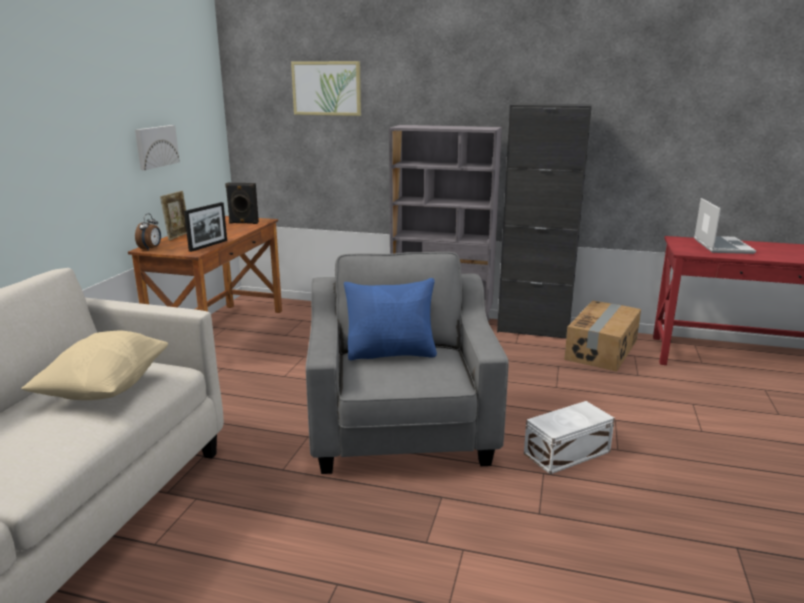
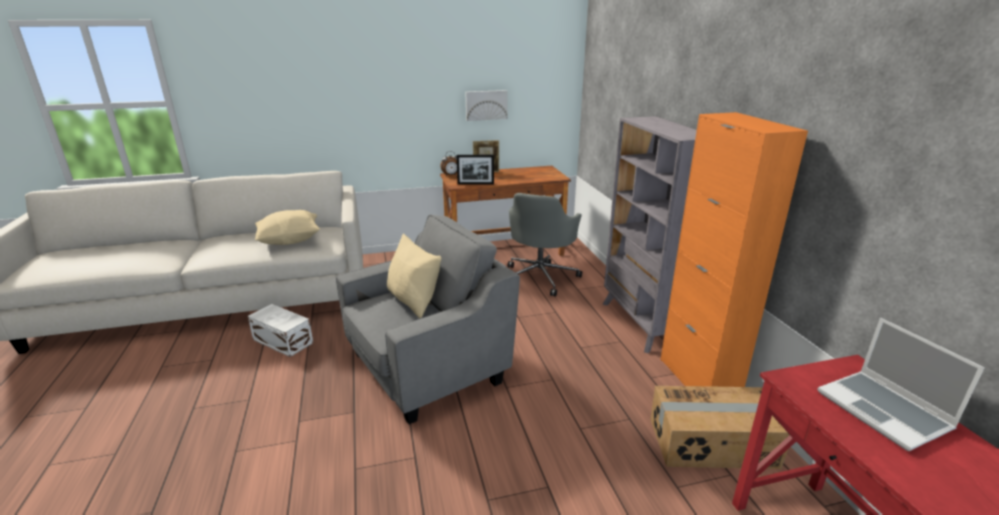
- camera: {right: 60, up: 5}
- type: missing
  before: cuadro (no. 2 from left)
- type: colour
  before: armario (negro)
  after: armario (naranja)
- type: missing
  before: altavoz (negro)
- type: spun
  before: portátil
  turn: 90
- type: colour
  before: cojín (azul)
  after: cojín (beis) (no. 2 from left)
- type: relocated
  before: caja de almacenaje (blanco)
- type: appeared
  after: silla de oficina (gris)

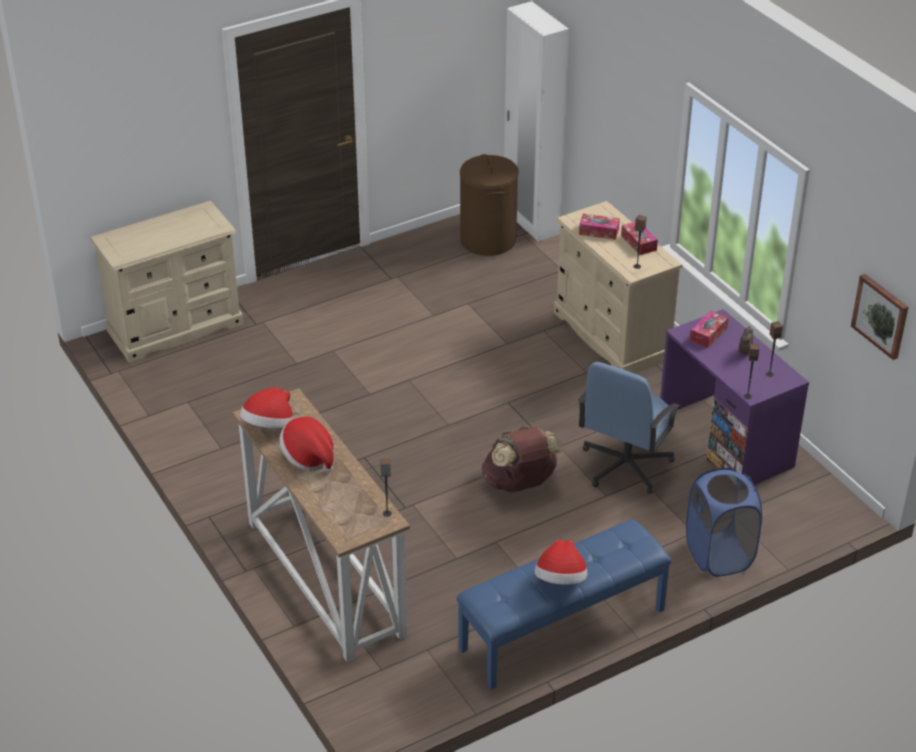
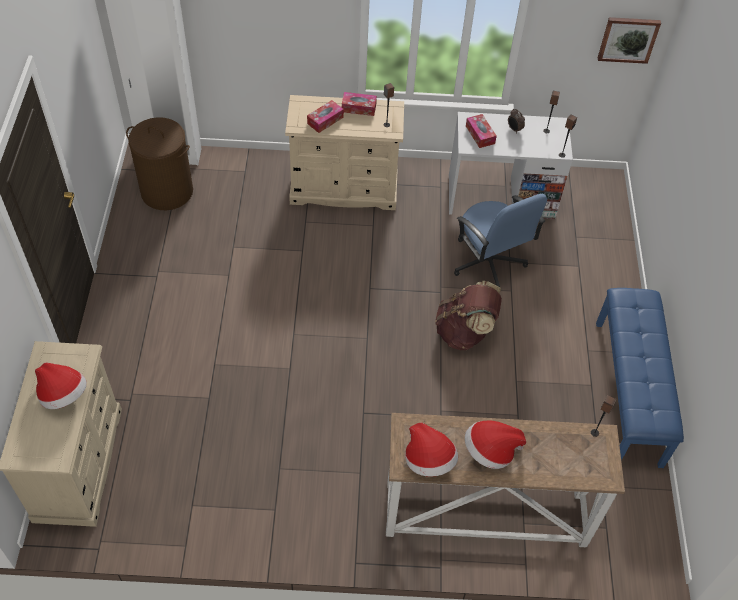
- camera: {right: -60, up: 15}
- type: colour
  before: escritorio (morado)
  after: escritorio (blanco)
- type: missing
  before: cesto de la ropa (azul)
- type: relocated
  before: sombrero (no. 3 from left in the first image)
  after: sombrero (no. 1 from left)

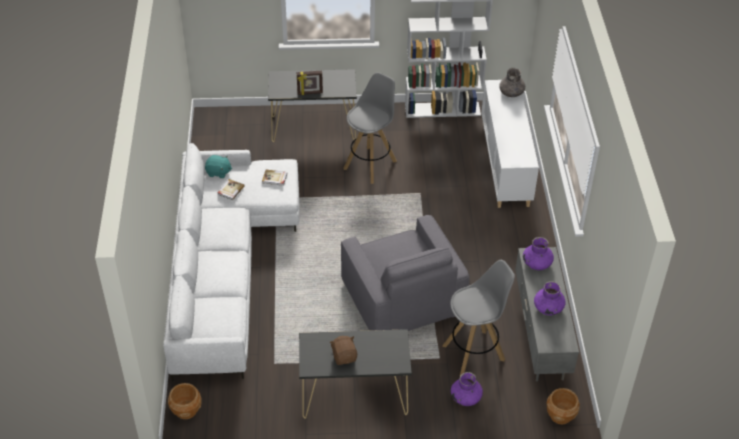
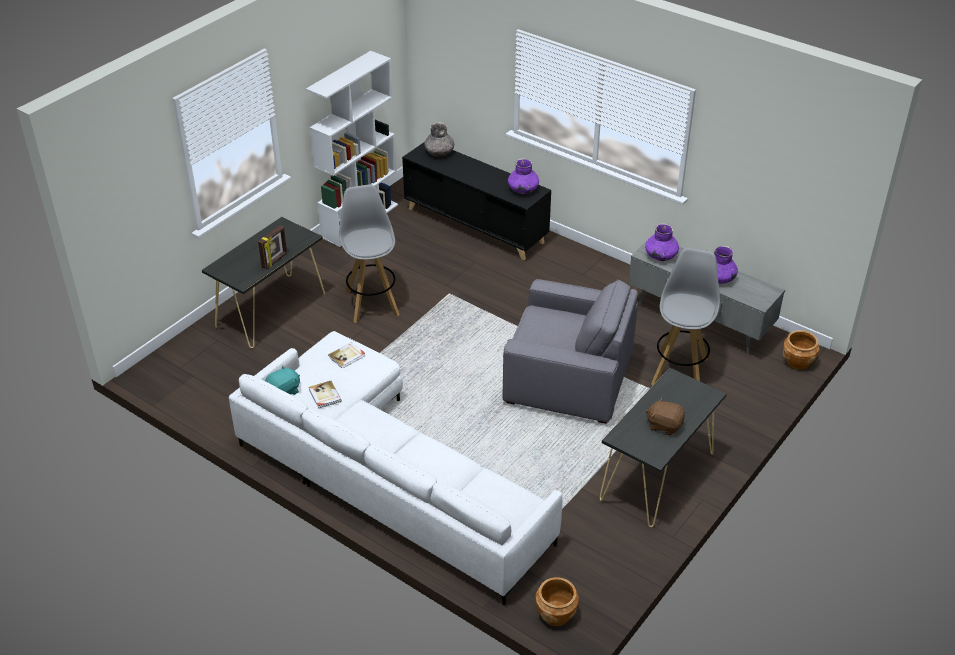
- camera: {right: -50, up: -5}
- type: colour
  before: armario (blanco)
  after: armario (negro)
- type: relocated
  before: florero (morado) (no. 1 from left)

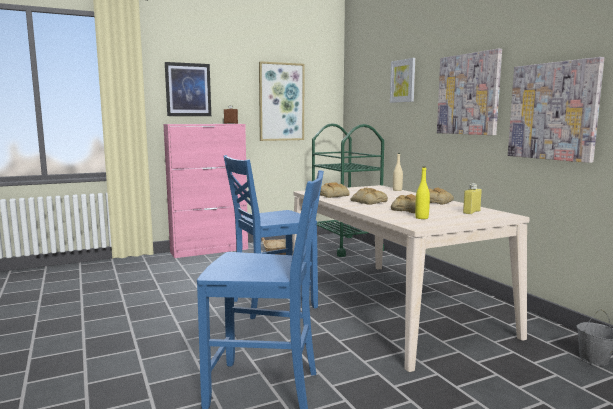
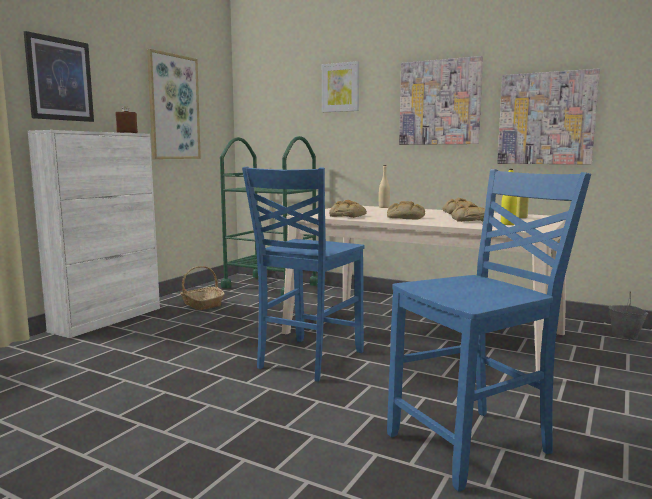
- camera: {right: -35, up: 0}
- type: colour
  before: armario (rosa)
  after: armario (blanco)

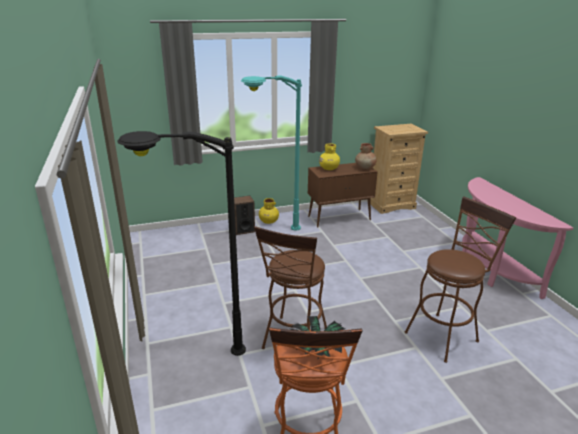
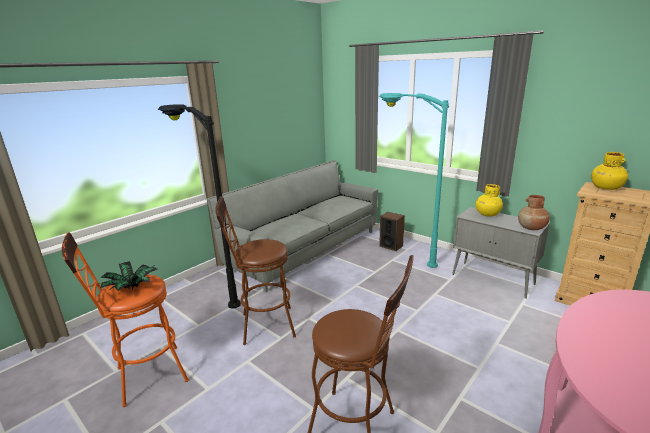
- camera: {right: 60, up: -5}
- type: colour
  before: armario (marrón)
  after: armario (gris)
- type: relocated
  before: florero (amarillo) (no. 1 from left in the first image)
  after: florero (amarillo) (no. 2 from left)
- type: appeared
  after: sofá (gris)

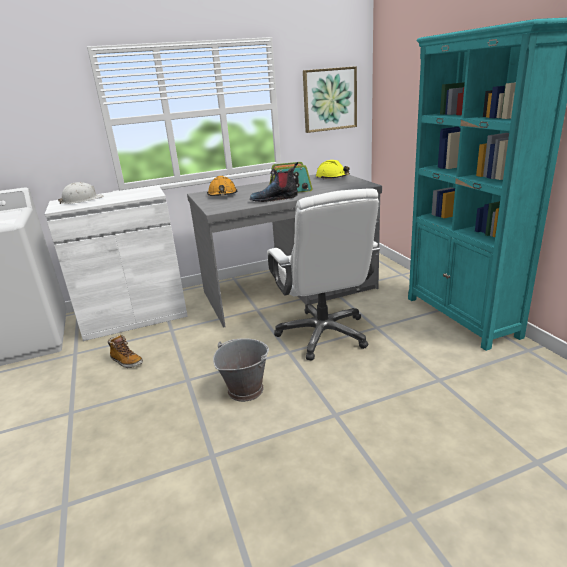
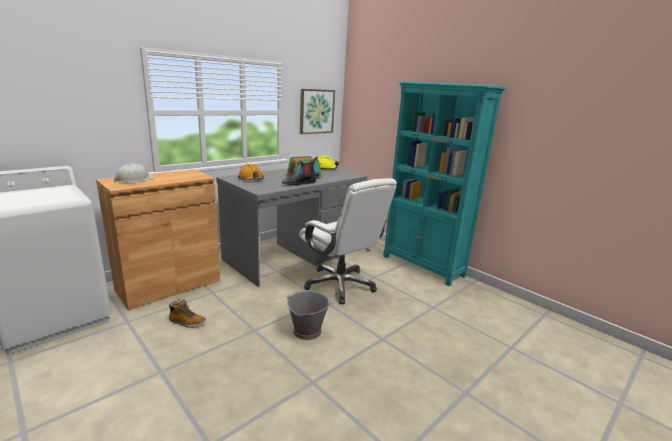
- camera: {right: -25, up: -5}
- type: colour
  before: armario (blanco)
  after: armario (marrón)

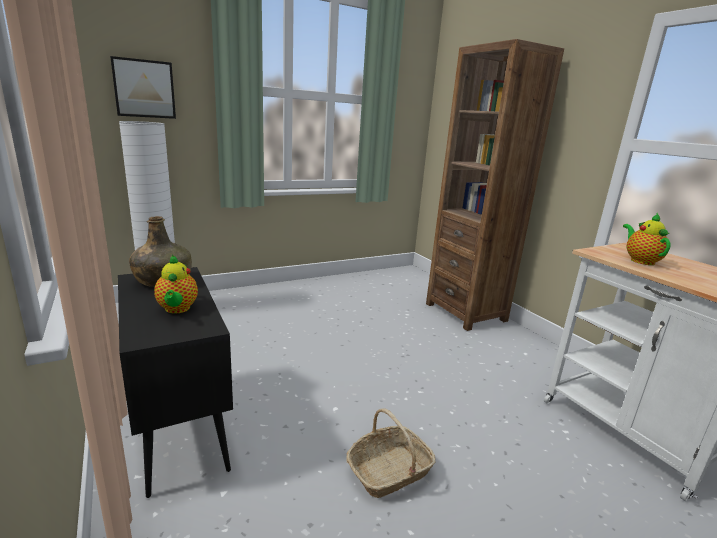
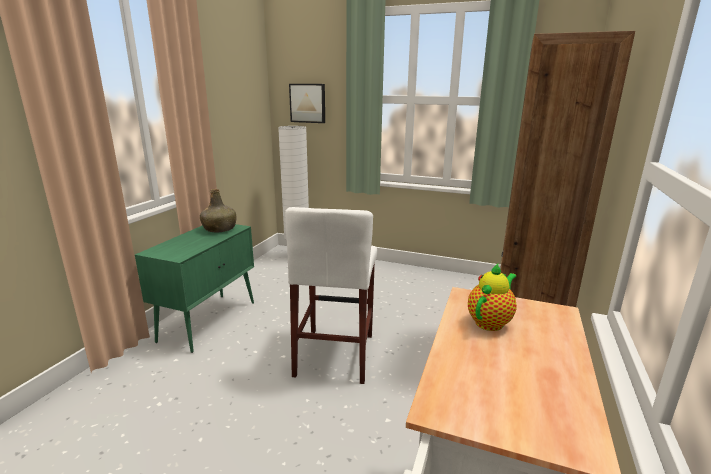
- camera: {right: 50, up: 0}
- type: missing
  before: tetera (no. 1 from left)
- type: colour
  before: armario (negro)
  after: armario (verde)
- type: missing
  before: cesta
- type: appeared
  after: taburete (blanco)

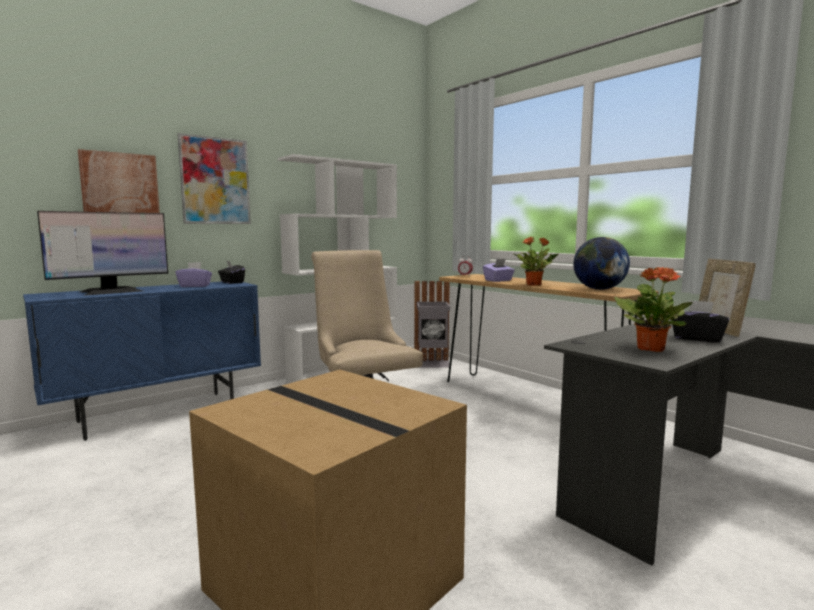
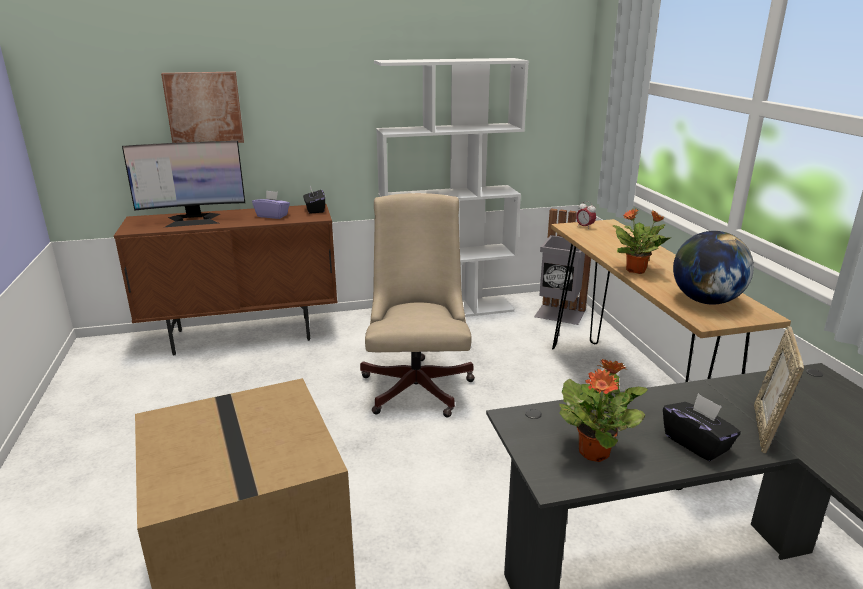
- camera: {right: 25, up: 15}
- type: missing
  before: cuadro (no. 2 from left)
- type: missing
  before: caja de pañuelos (morado) (no. 2 from left)
- type: colour
  before: armario (azul)
  after: armario (marrón)

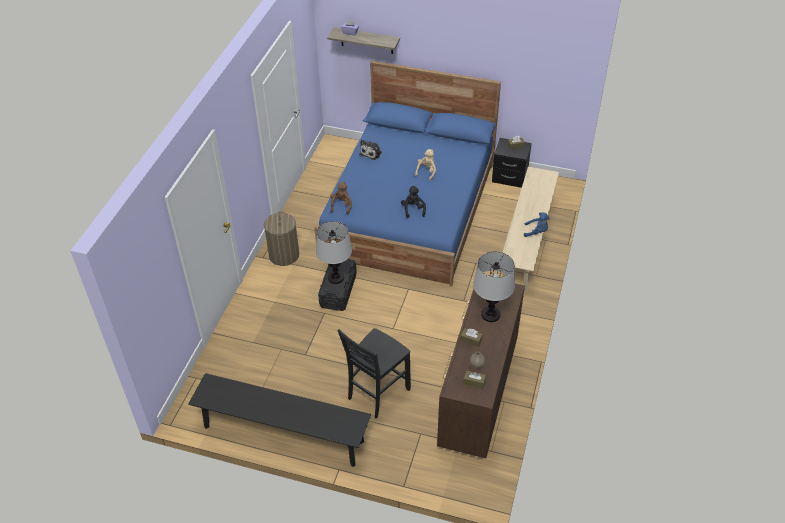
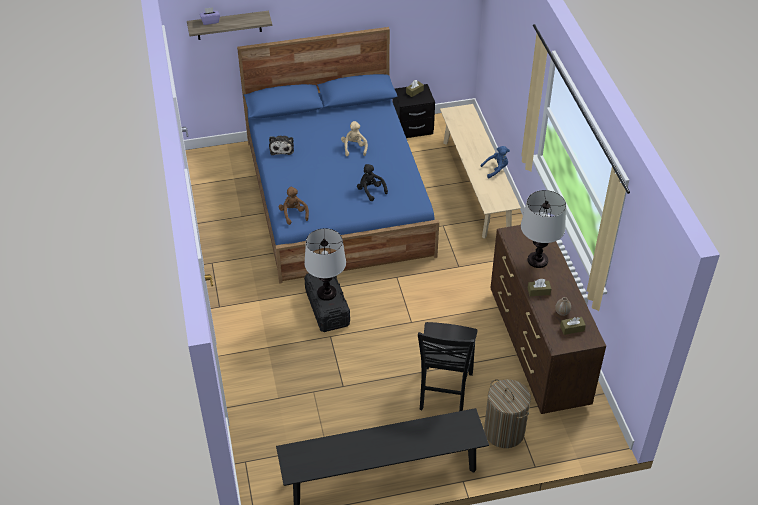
- camera: {right: -30, up: 0}
- type: relocated
  before: cesto de la ropa

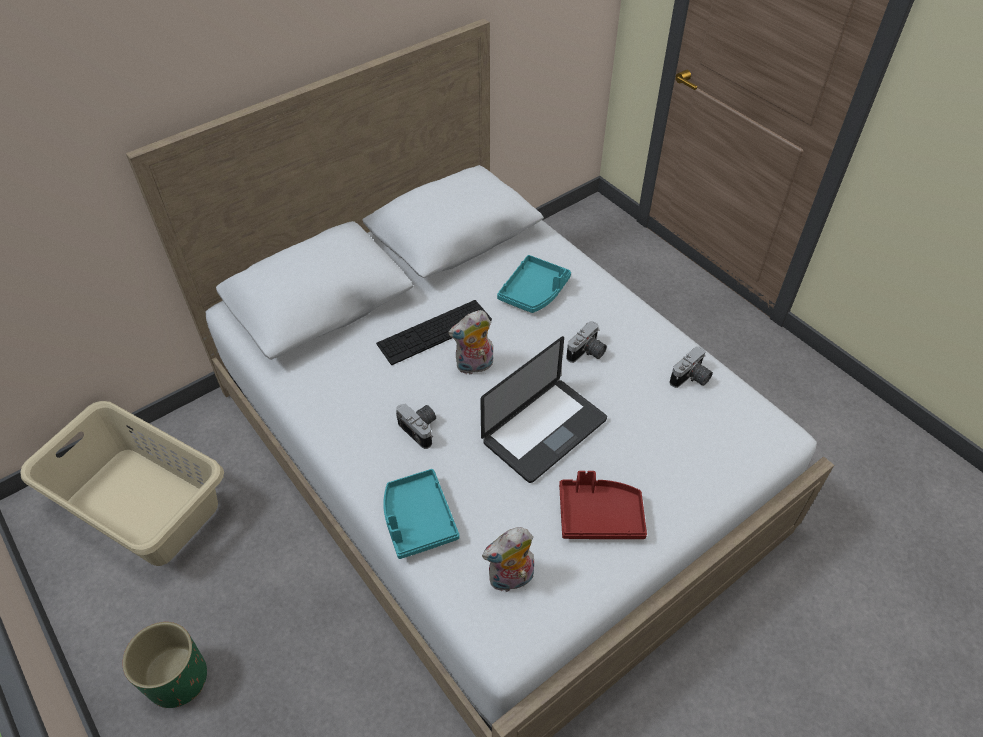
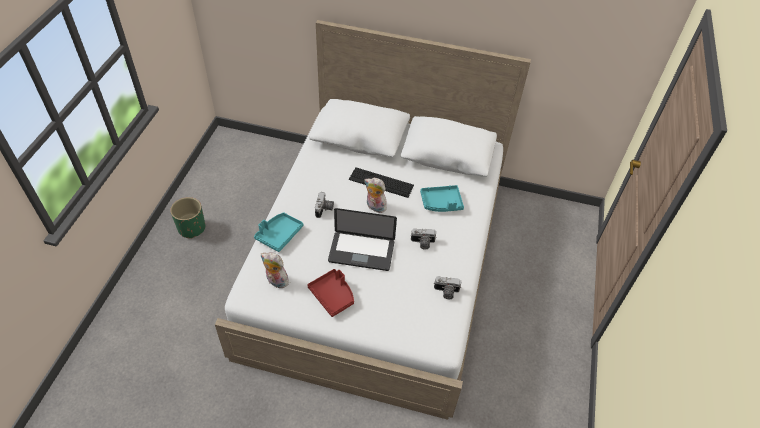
- camera: {right: 50, up: 0}
- type: missing
  before: cesto de la ropa (beis)

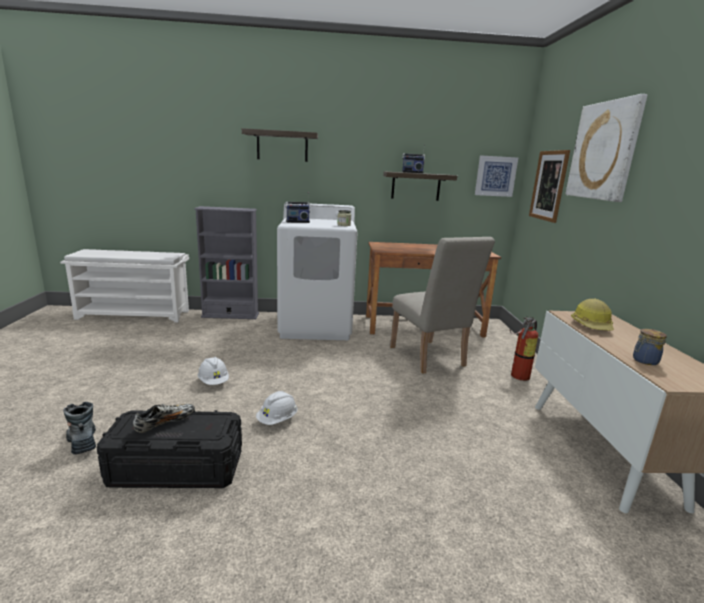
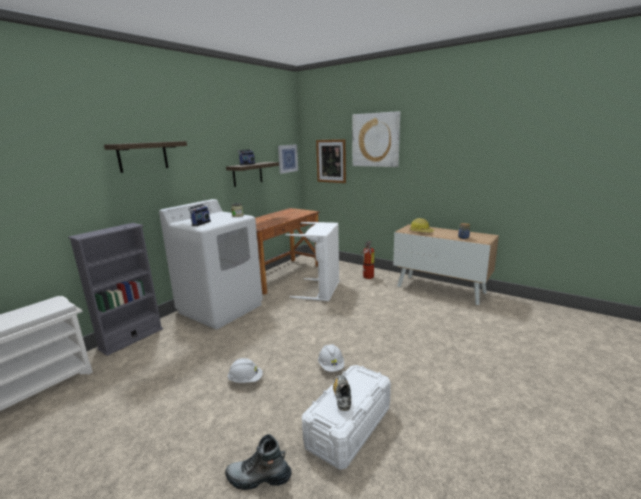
- camera: {right: -50, up: 0}
- type: exchanged
  before: silla (beis)
  after: cesto de la ropa (blanco)
- type: colour
  before: caja de almacenaje (negro)
  after: caja de almacenaje (blanco)

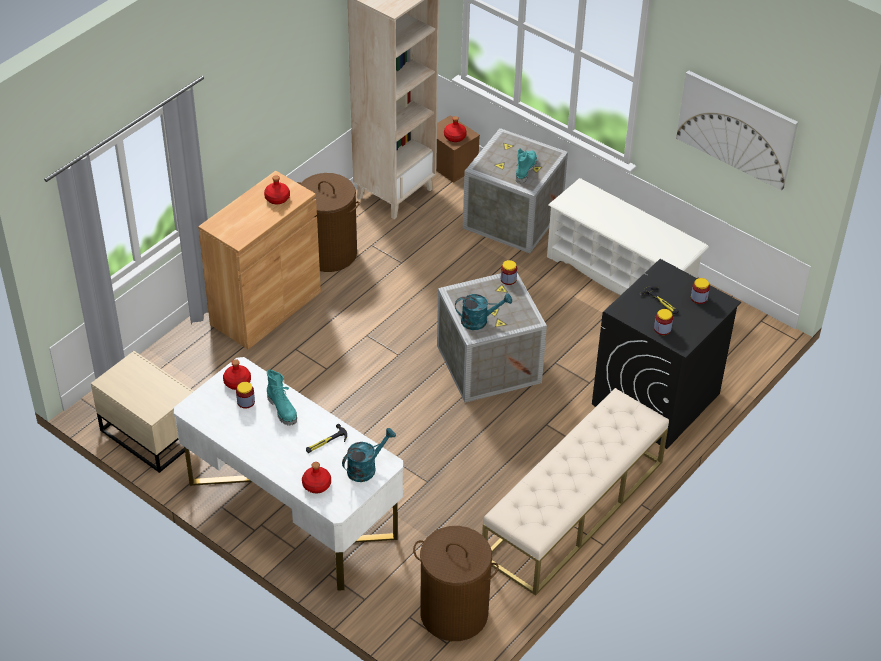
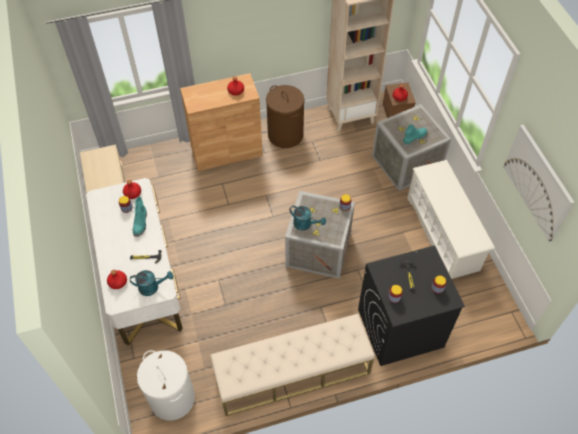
- camera: {right: 35, up: 10}
- type: colour
  before: cesto de la ropa (marrón) (no. 2 from left)
  after: cesto de la ropa (blanco)

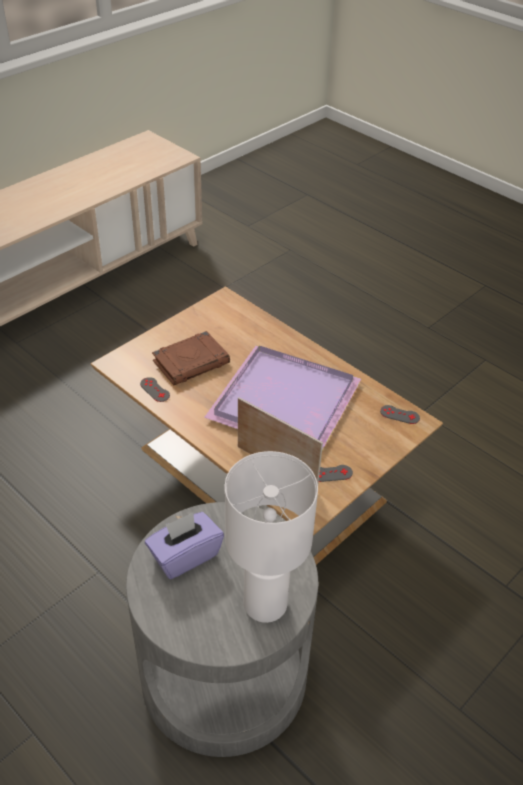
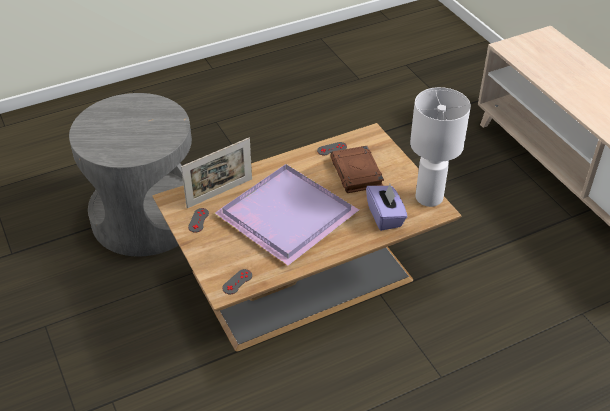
- camera: {right: 110, up: 0}
- type: relocated
  before: lámpara de mesa (blanco)
- type: relocated
  before: caja de pañuelos (morado)

